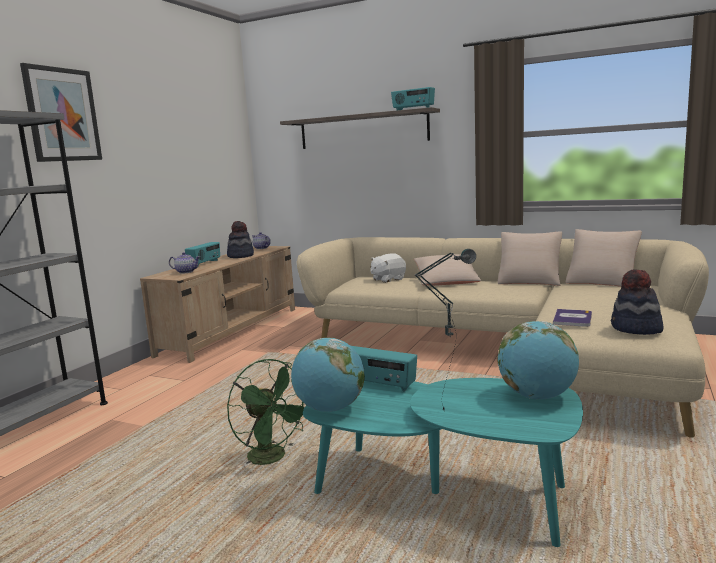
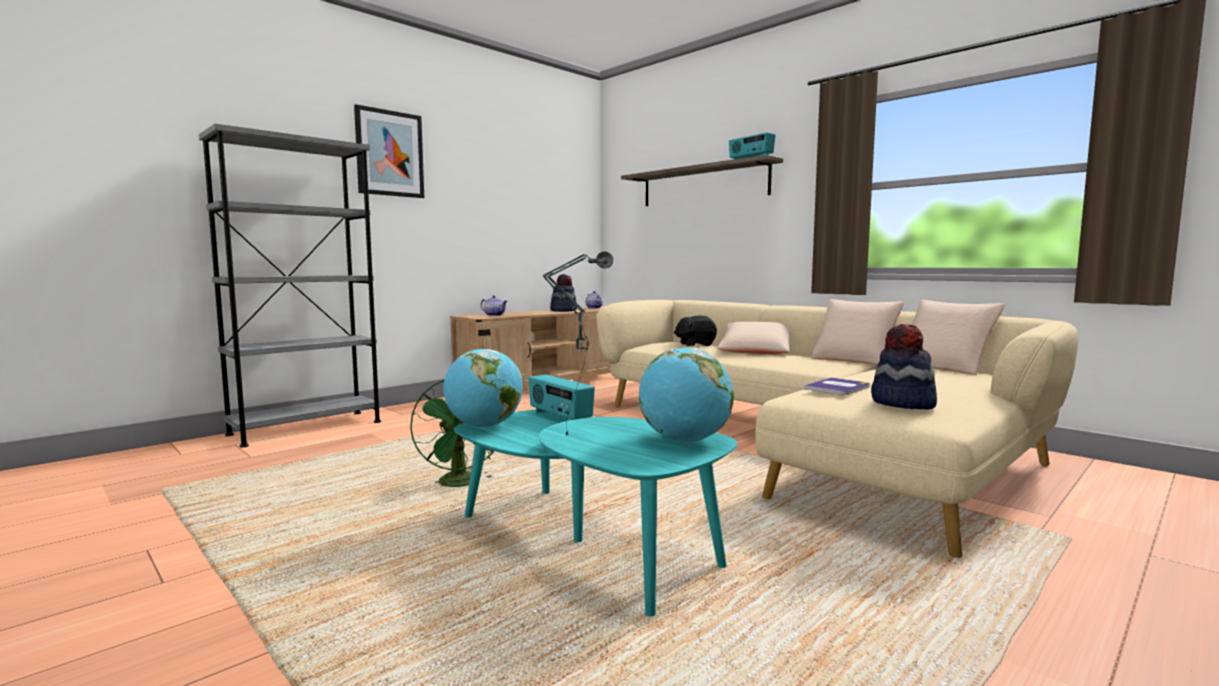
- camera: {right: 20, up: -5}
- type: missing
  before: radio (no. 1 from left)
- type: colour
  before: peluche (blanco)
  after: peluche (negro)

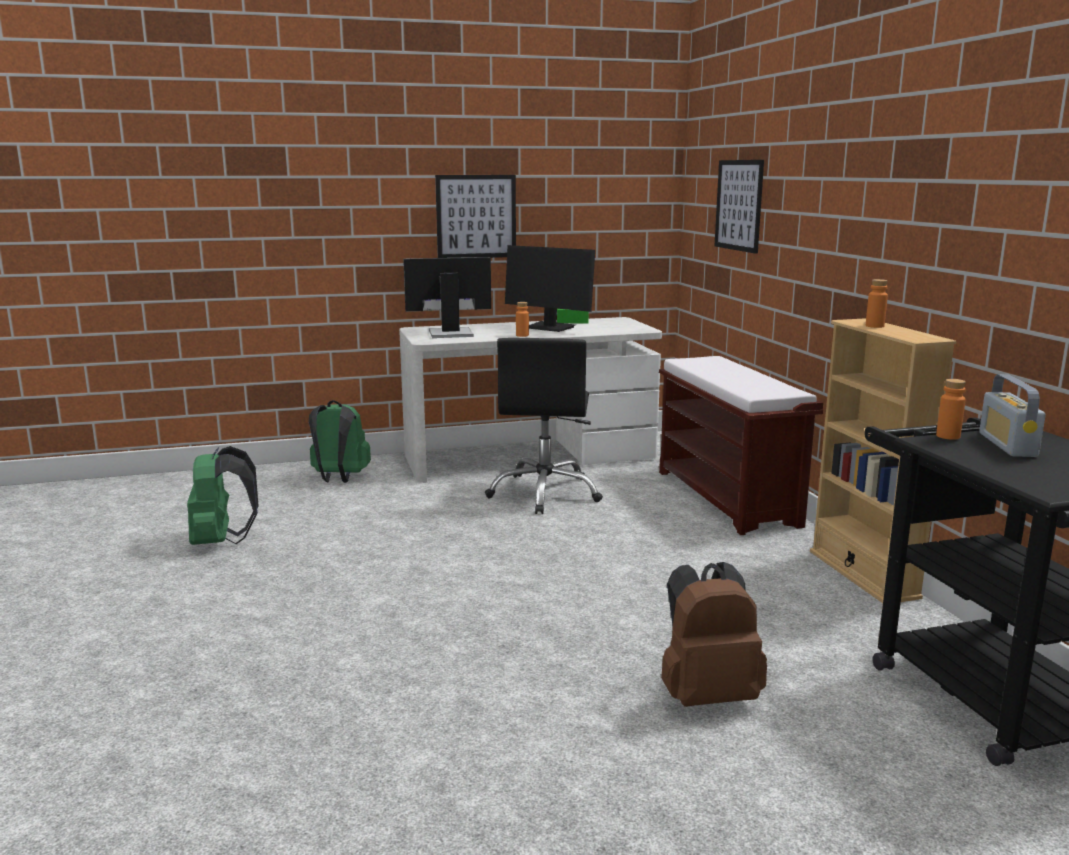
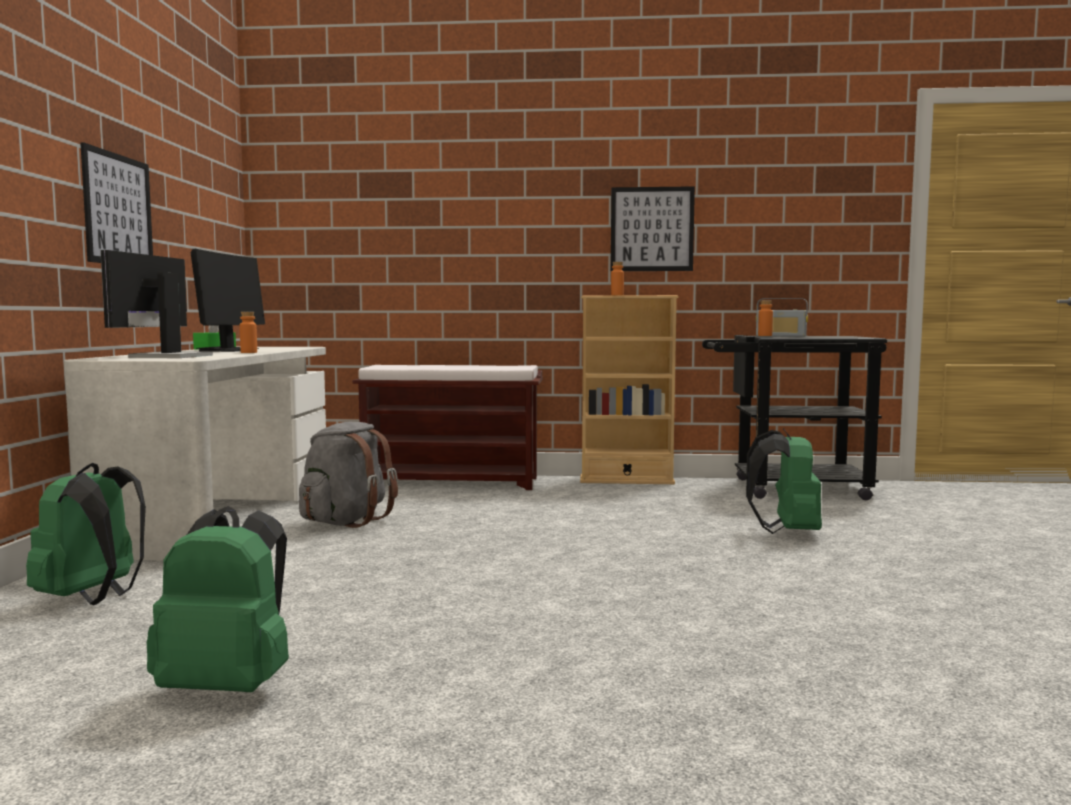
- camera: {right: -70, up: -10}
- type: relocated
  before: cuadro (no. 2 from left)
- type: spun
  before: monitor (no. 2 from left)
  turn: -45
- type: exchanged
  before: silla de oficina (negro)
  after: mochila (gris)
- type: colour
  before: mochila (marrón)
  after: mochila (verde) (no. 3 from left)

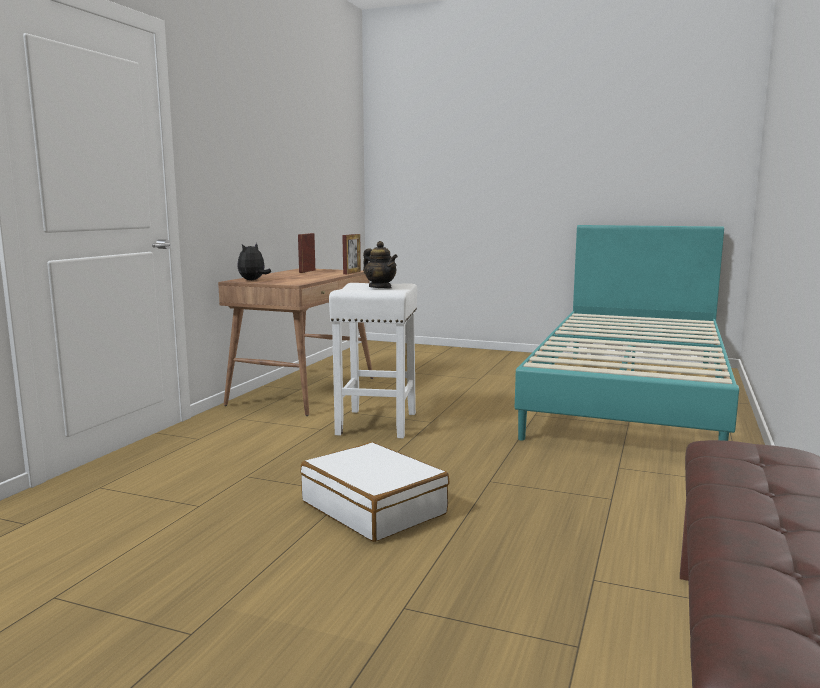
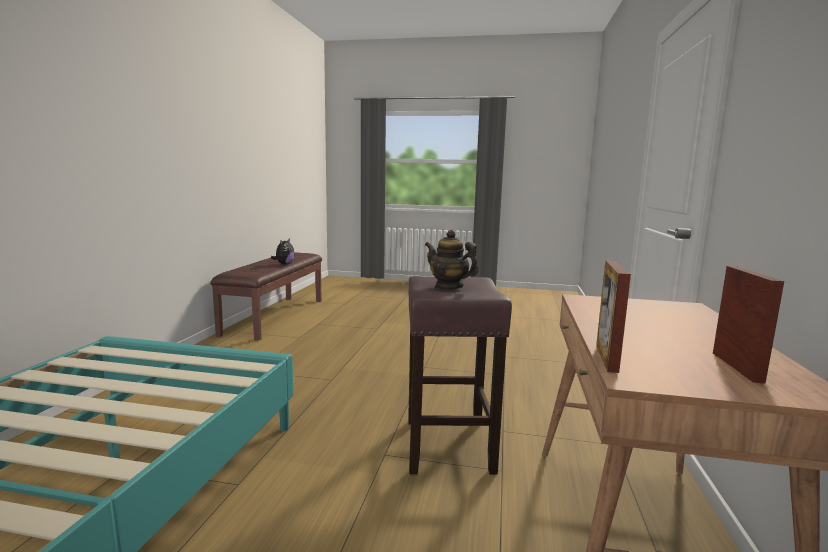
- camera: {right: 170, up: 0}
- type: relocated
  before: peluche
- type: colour
  before: taburete (blanco)
  after: taburete (marrón)
- type: missing
  before: maleta (blanco)

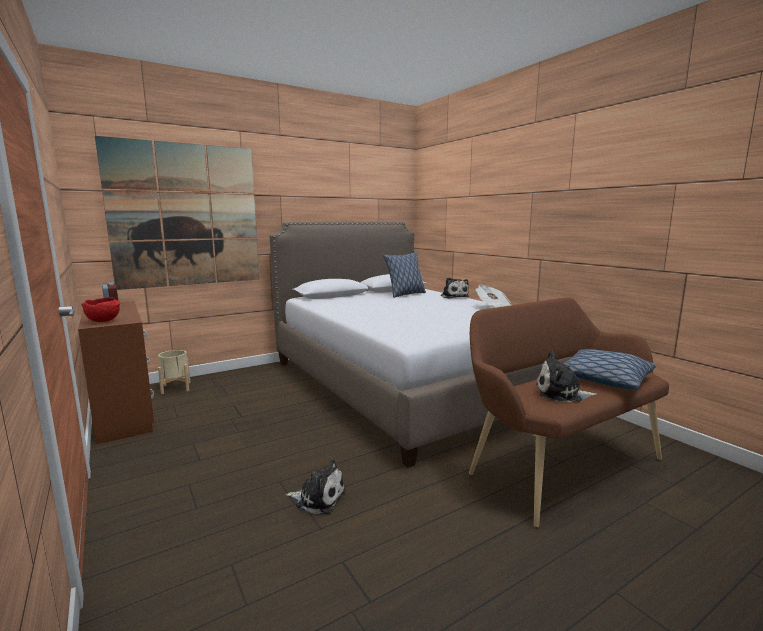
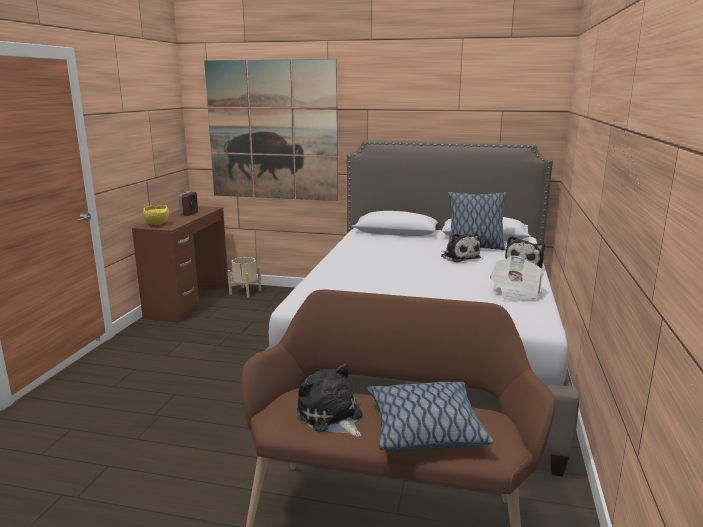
- camera: {right: 45, up: 5}
- type: colour
  before: cuenco (rojo)
  after: cuenco (amarillo)
- type: relocated
  before: peluche (no. 1 from left in the first image)
  after: peluche (no. 2 from left)

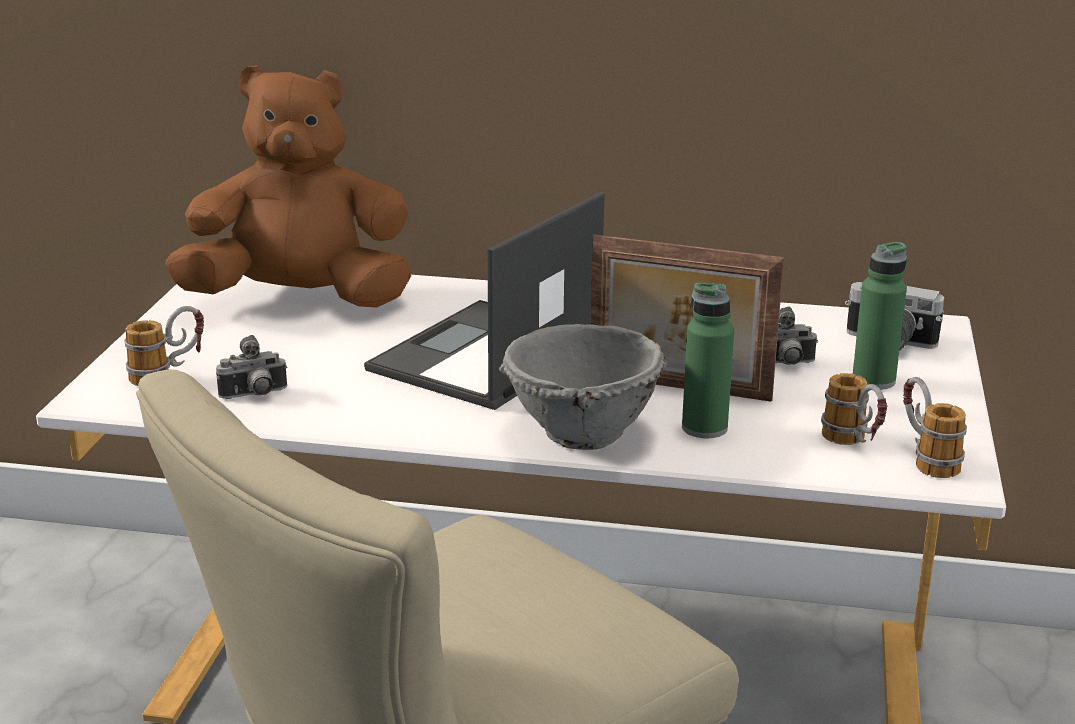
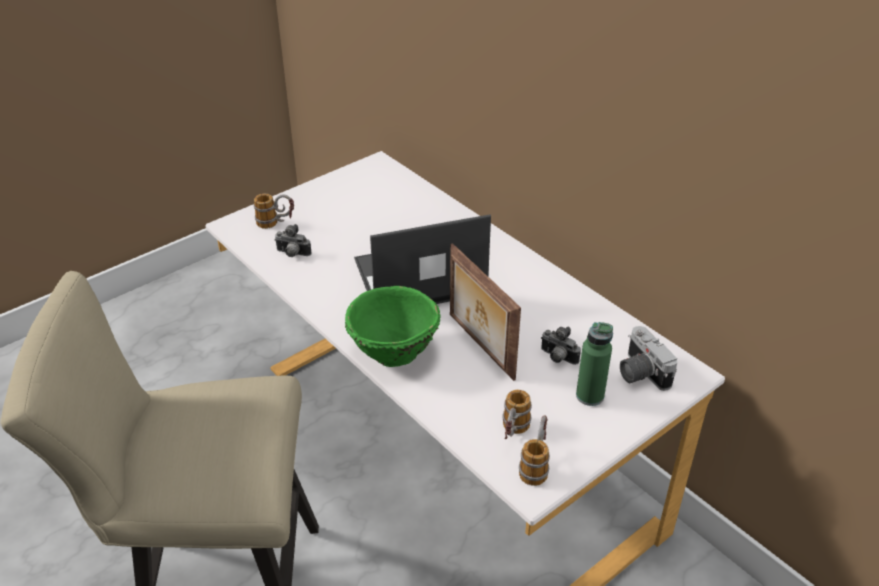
- camera: {right: 40, up: 15}
- type: missing
  before: peluche (marrón)
- type: missing
  before: botella (verde) (no. 1 from left)
- type: colour
  before: cuenco (gris)
  after: cuenco (verde)

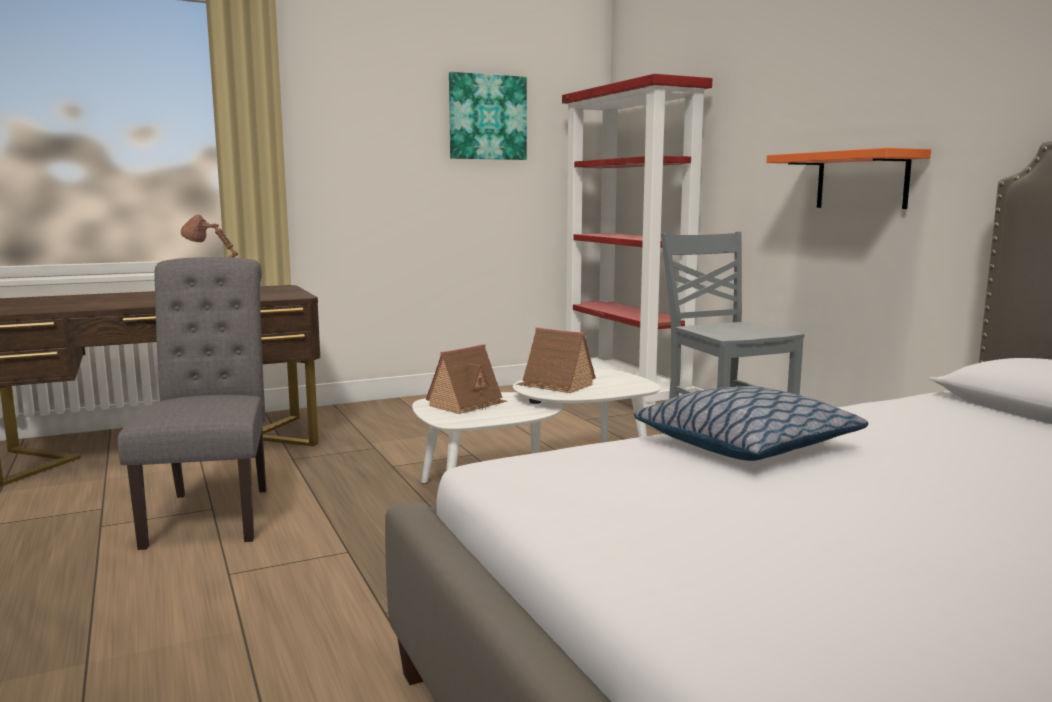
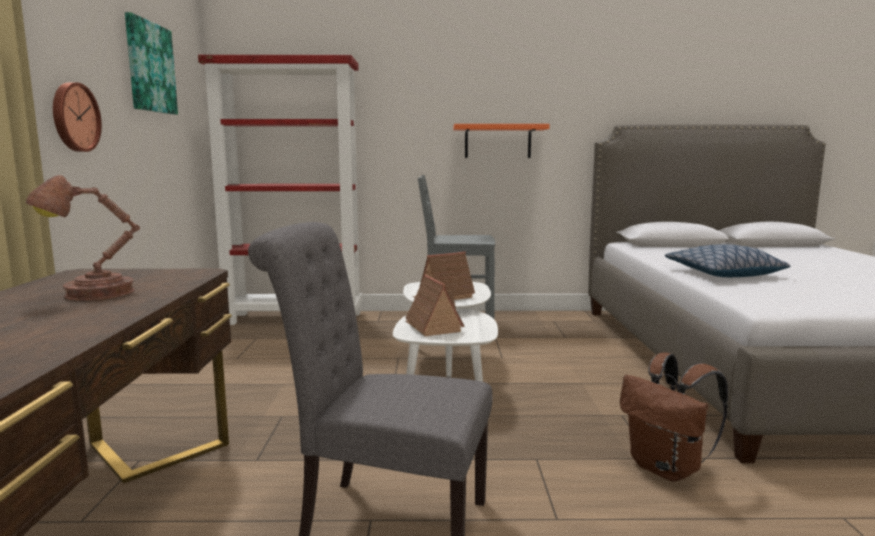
- camera: {right: -65, up: 0}
- type: appeared
  after: reloj de pared
- type: appeared
  after: mochila (marrón)

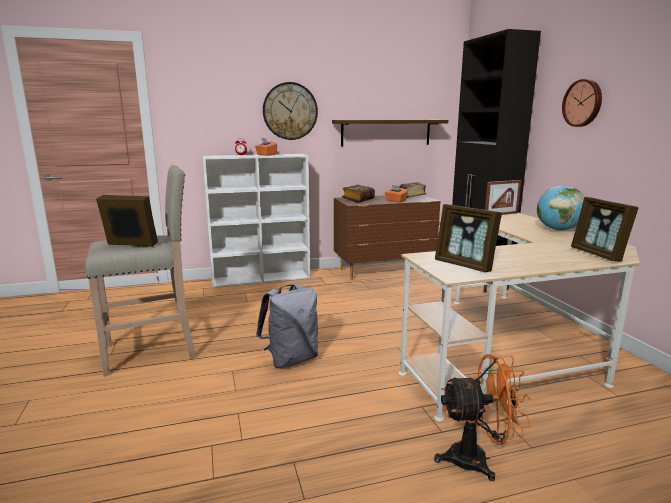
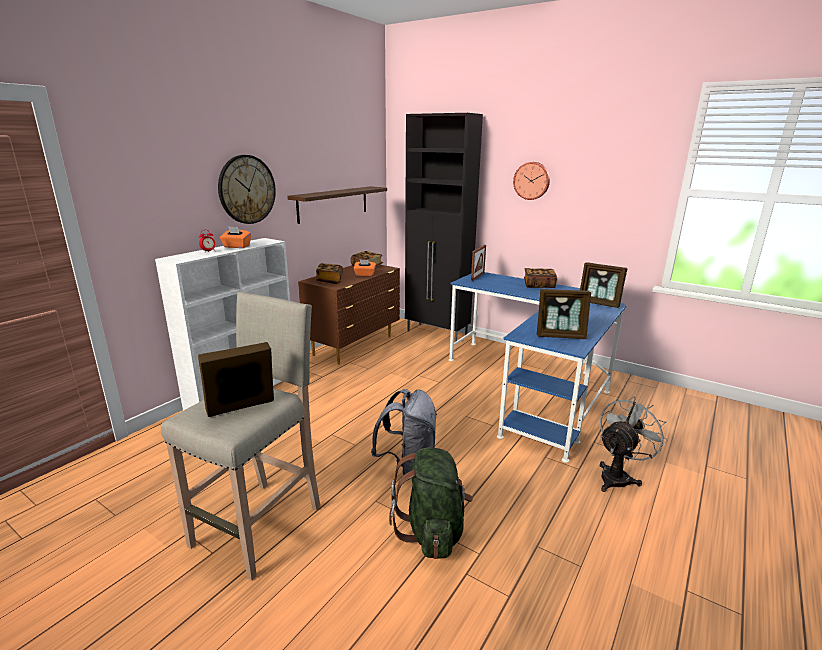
- camera: {right: -40, up: 5}
- type: exchanged
  before: globo terráqueo
  after: libro (no. 3 from left)
- type: colour
  before: escritorio (beis)
  after: escritorio (azul)
- type: colour
  before: ventilador (naranja)
  after: ventilador (gris)
- type: appeared
  after: mochila (verde)

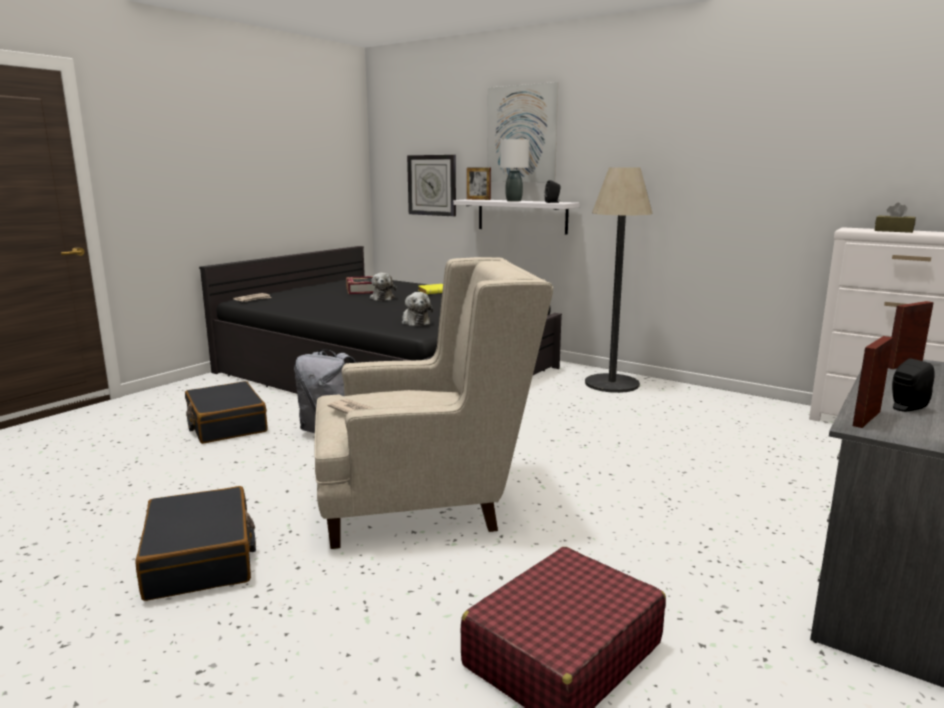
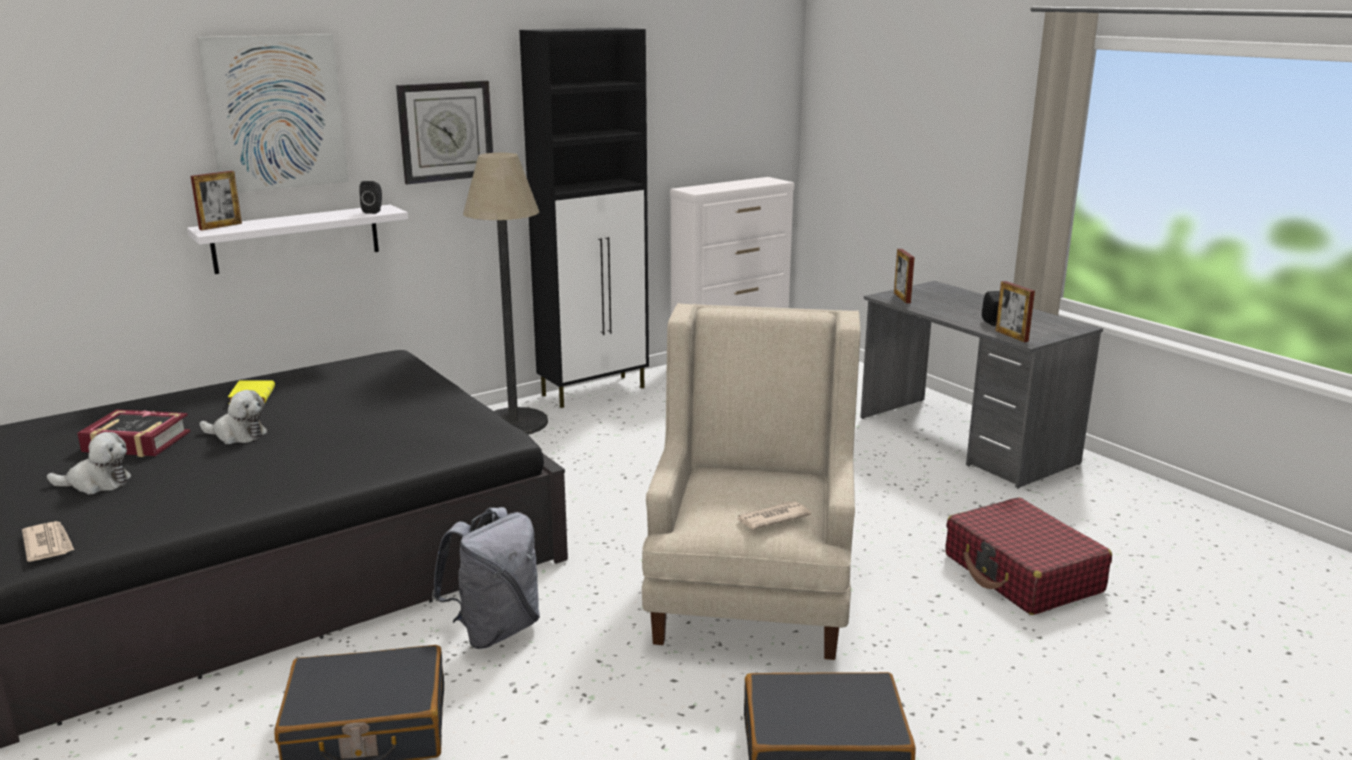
- camera: {right: -70, up: 5}
- type: missing
  before: lámpara de mesa (blanco)
- type: relocated
  before: reloj de pared
- type: missing
  before: caja de pañuelos (marrón)
- type: relocated
  before: peluche (no. 2 from left in the first image)
  after: peluche (no. 1 from left)
- type: appeared
  after: armario (negro)

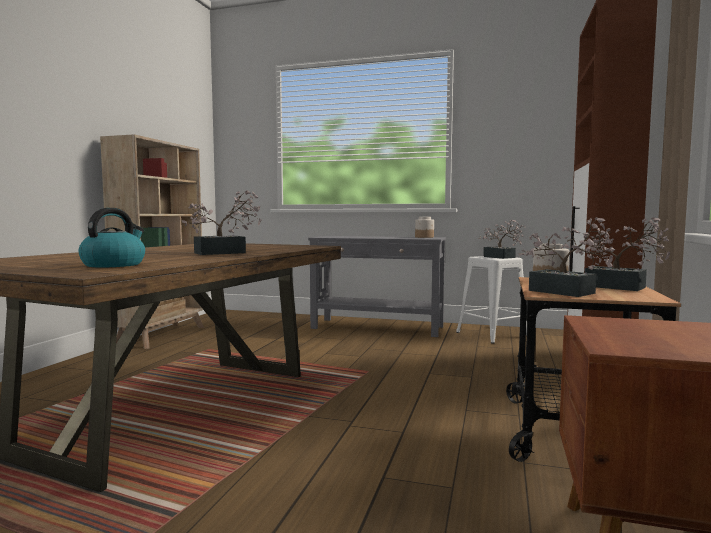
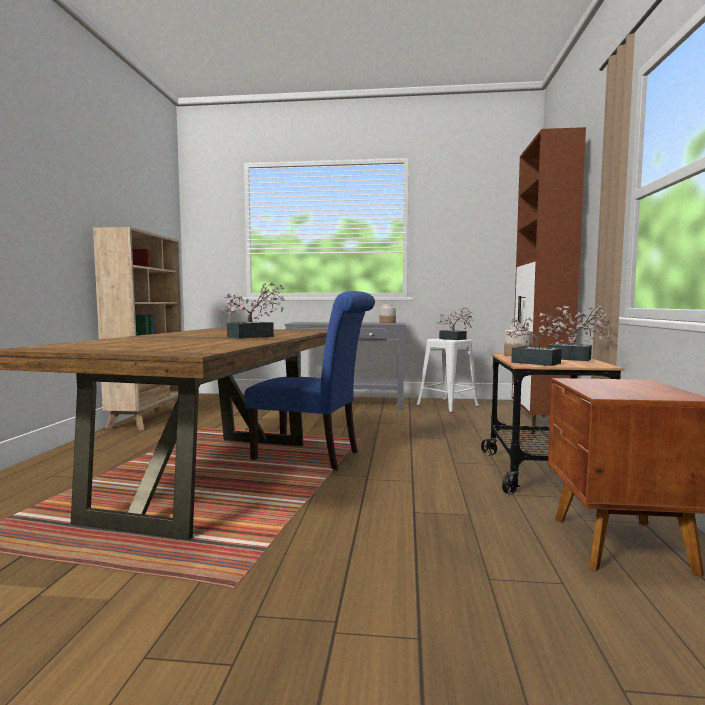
- camera: {right: -10, up: 0}
- type: missing
  before: hervidor
- type: appeared
  after: silla (azul)

